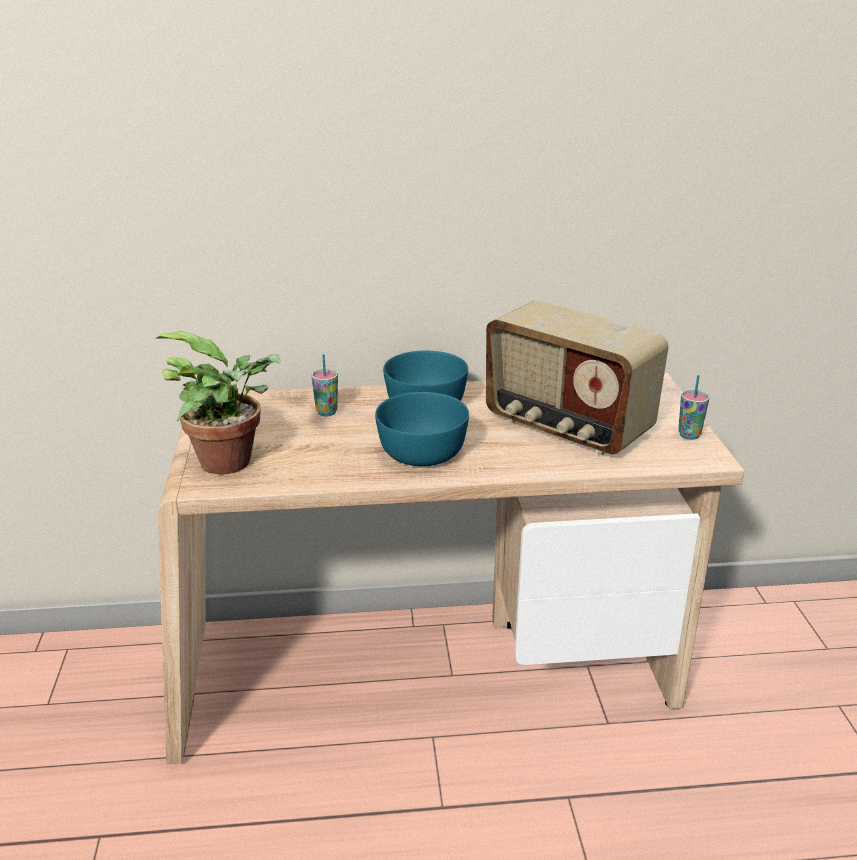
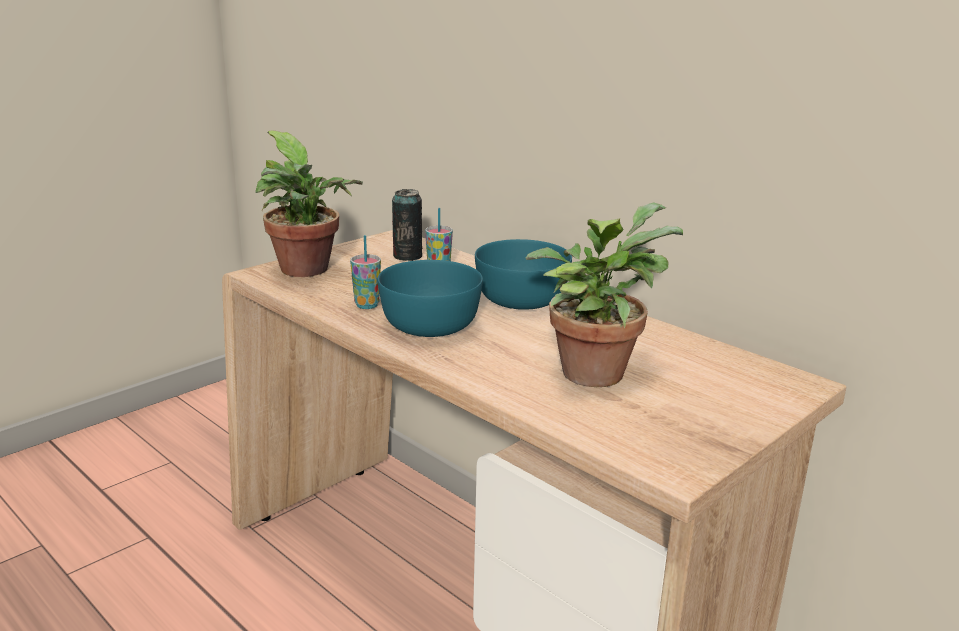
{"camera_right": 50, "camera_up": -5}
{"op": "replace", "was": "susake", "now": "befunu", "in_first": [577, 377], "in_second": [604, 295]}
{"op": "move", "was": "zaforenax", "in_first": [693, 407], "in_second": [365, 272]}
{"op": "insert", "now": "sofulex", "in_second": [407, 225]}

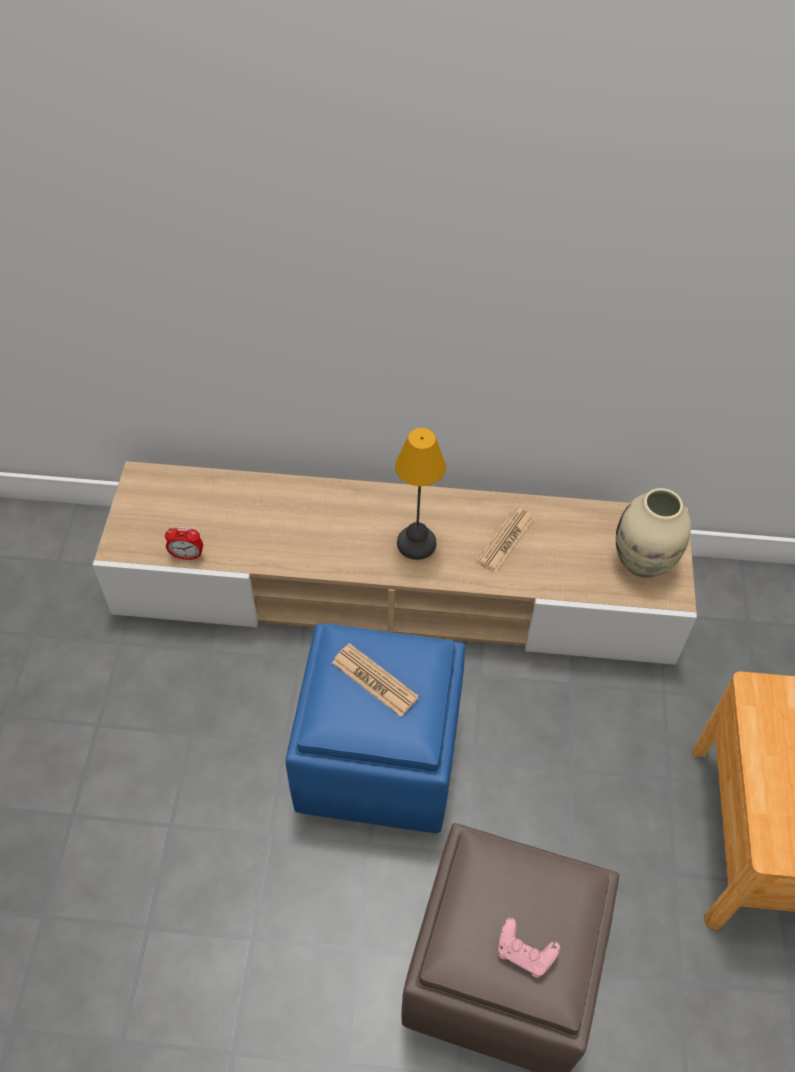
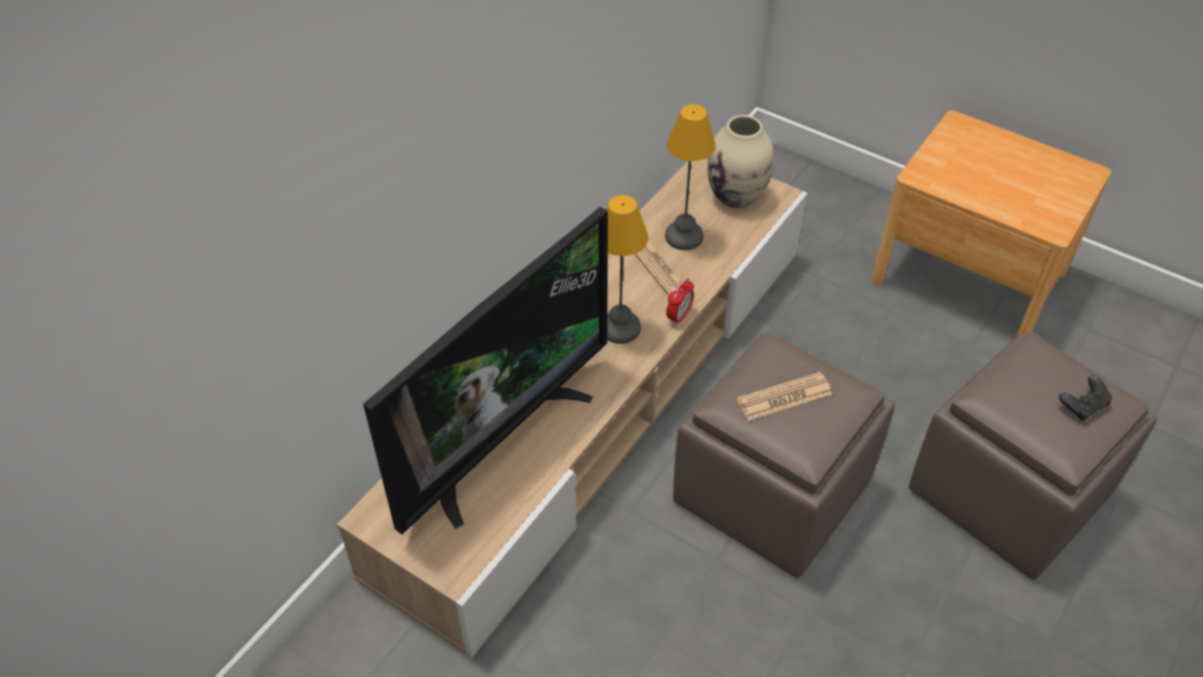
{"camera_right": -60, "camera_up": -5}
{"op": "move", "was": "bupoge", "in_first": [184, 543], "in_second": [680, 301]}
{"op": "recolor", "was": "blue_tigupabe", "now": "brown_tigupabe", "in_first": [375, 728], "in_second": [784, 455]}
{"op": "recolor", "was": "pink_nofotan", "now": "black_nofotan", "in_first": [529, 948], "in_second": [1085, 397]}
{"op": "insert", "now": "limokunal", "in_second": [690, 177]}
{"op": "insert", "now": "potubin", "in_second": [485, 370]}

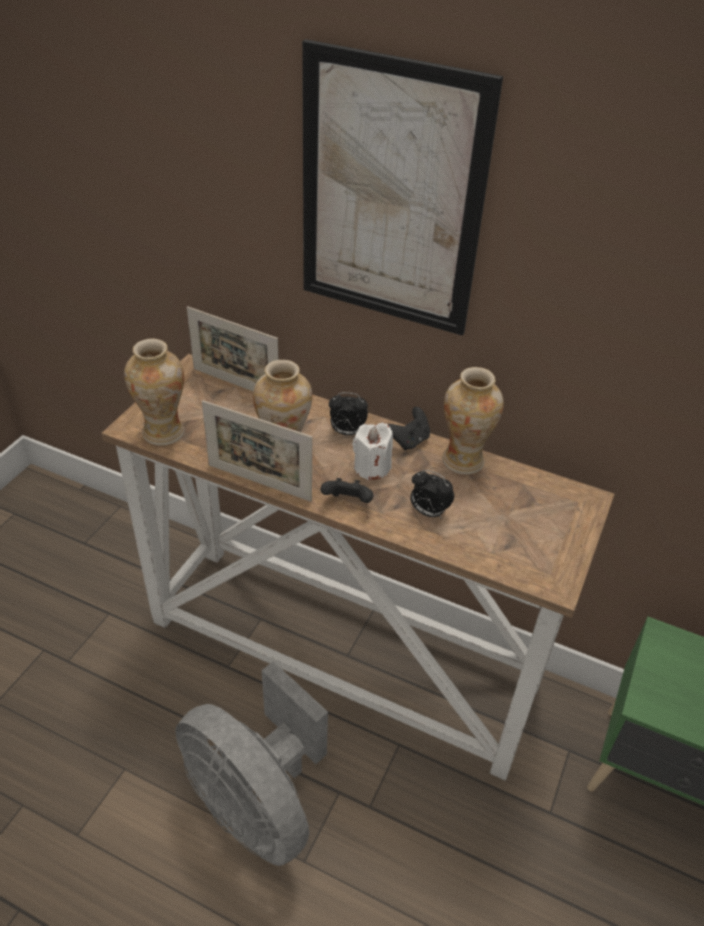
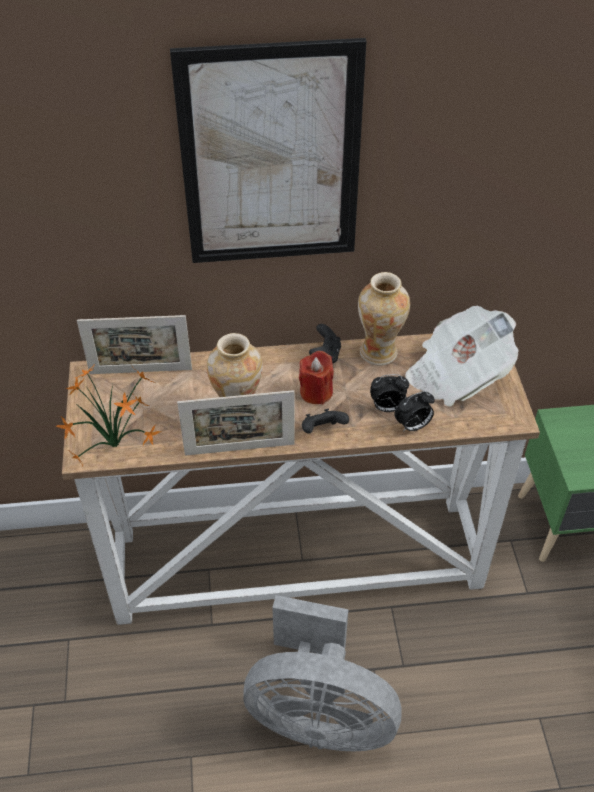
{"camera_right": -30, "camera_up": 5}
{"op": "replace", "was": "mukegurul", "now": "befunu", "in_first": [154, 392], "in_second": [108, 415]}
{"op": "move", "was": "bupoge", "in_first": [348, 413], "in_second": [414, 411]}
{"op": "recolor", "was": "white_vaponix", "now": "red_vaponix", "in_first": [372, 451], "in_second": [316, 378]}
{"op": "insert", "now": "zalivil", "in_second": [462, 356]}

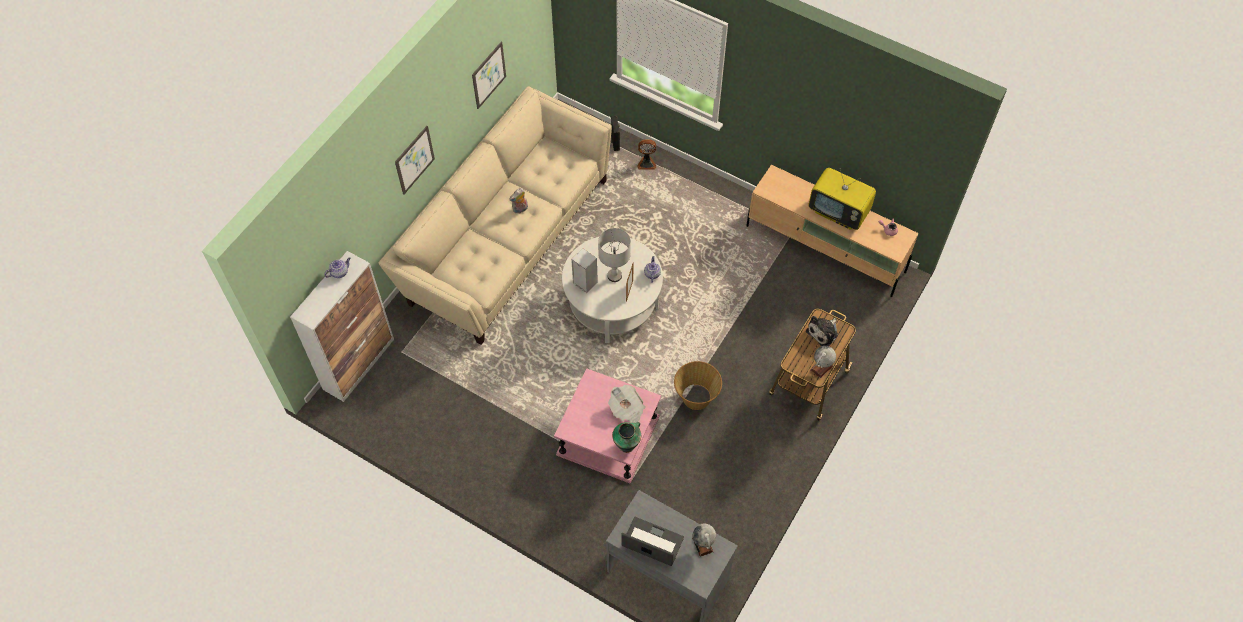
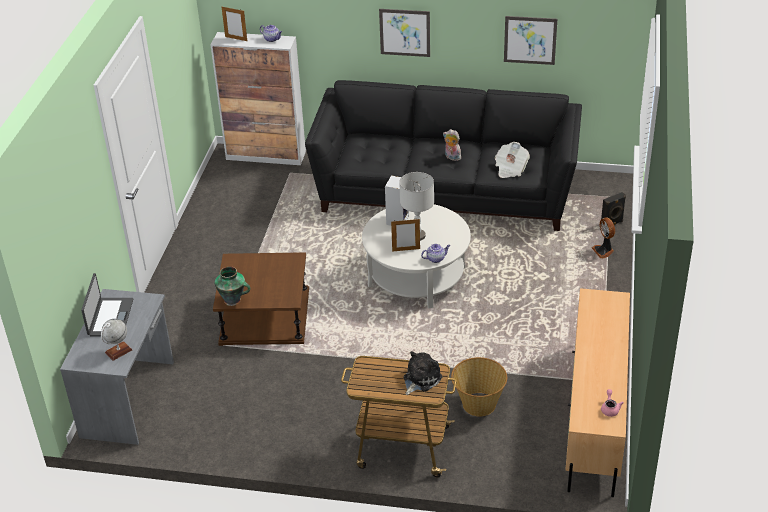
{"camera_right": 70, "camera_up": -20}
{"op": "recolor", "was": "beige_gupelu", "now": "black_gupelu", "in_first": [495, 215], "in_second": [443, 155]}
{"op": "delete", "was": "potubin", "in_first": [842, 199]}
{"op": "rotate", "was": "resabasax", "in_first": [822, 331], "in_second": [422, 373], "clockwise": 105}
{"op": "delete", "was": "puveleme", "in_first": [823, 362]}
{"op": "move", "was": "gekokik", "in_first": [698, 385], "in_second": [479, 386]}
{"op": "recolor", "was": "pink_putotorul", "now": "brown_putotorul", "in_first": [607, 425], "in_second": [261, 299]}
{"op": "move", "was": "zalivil", "in_first": [627, 404], "in_second": [512, 160]}
{"op": "insert", "now": "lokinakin", "in_second": [234, 24]}

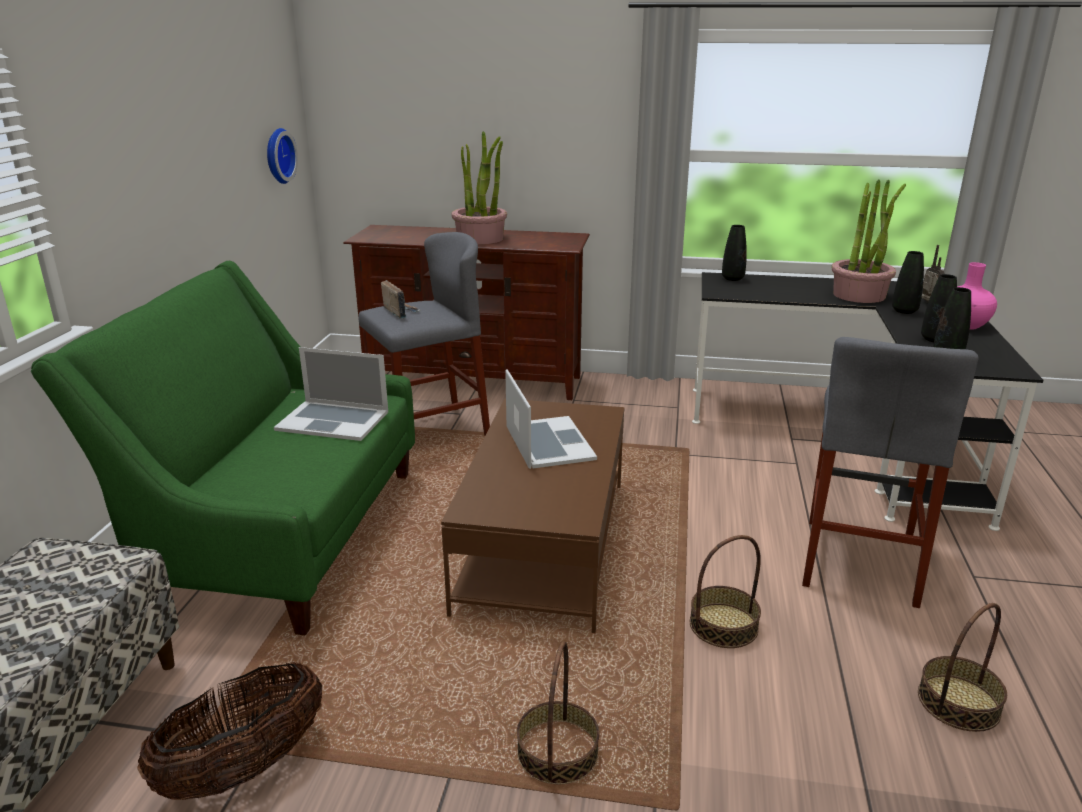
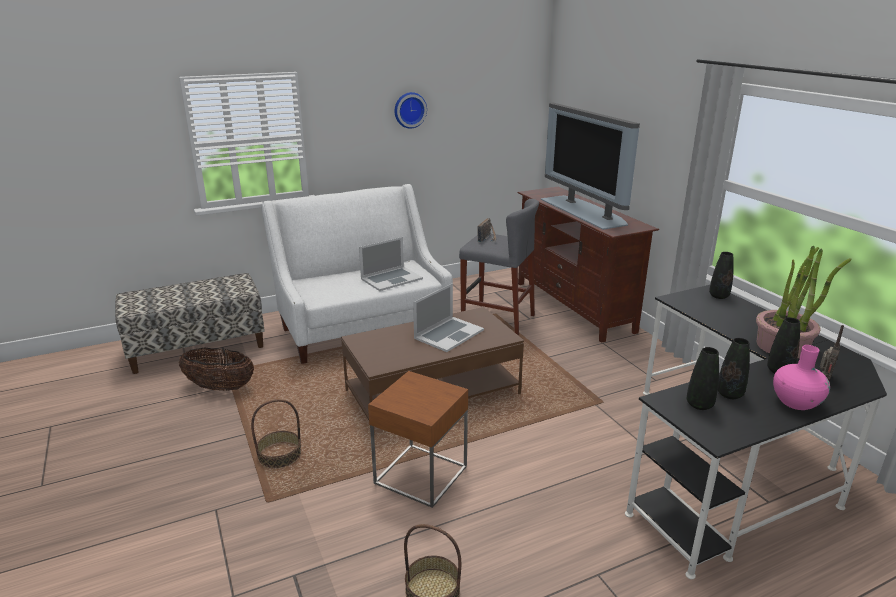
{"camera_right": 55, "camera_up": 0}
{"op": "move", "was": "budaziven", "in_first": [282, 156], "in_second": [411, 110]}
{"op": "replace", "was": "befunu", "now": "potubin", "in_first": [479, 187], "in_second": [590, 166]}
{"op": "recolor", "was": "green_gupelu", "now": "white_gupelu", "in_first": [223, 448], "in_second": [357, 274]}
{"op": "delete", "was": "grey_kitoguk", "in_first": [890, 472]}
{"op": "rotate", "was": "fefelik", "in_first": [331, 394], "in_second": [391, 264], "clockwise": -105}
{"op": "replace", "was": "gekokik", "now": "brown_putotorul", "in_first": [725, 591], "in_second": [418, 439]}

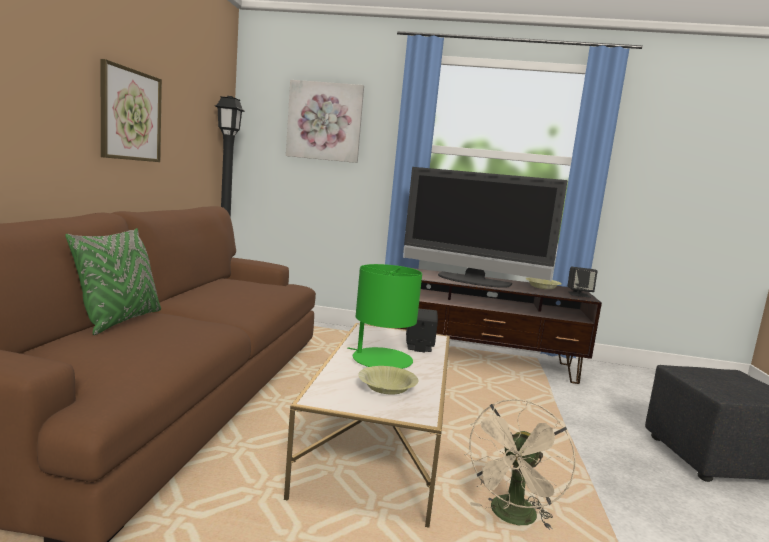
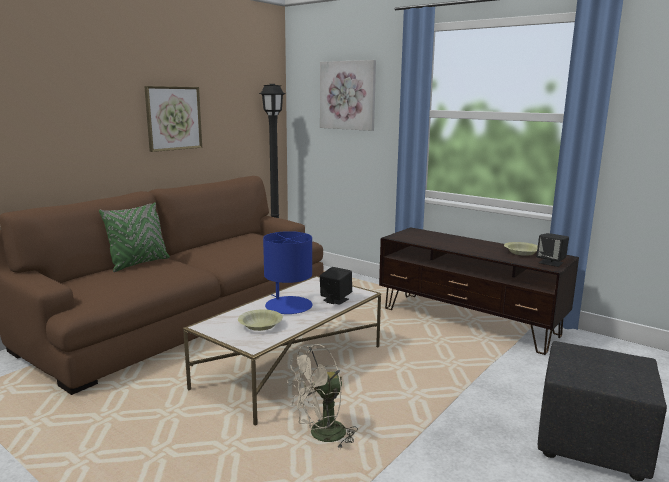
{"camera_right": 30, "camera_up": 5}
{"op": "delete", "was": "potubin", "in_first": [485, 227]}
{"op": "recolor", "was": "green_limokunal", "now": "blue_limokunal", "in_first": [384, 316], "in_second": [288, 272]}

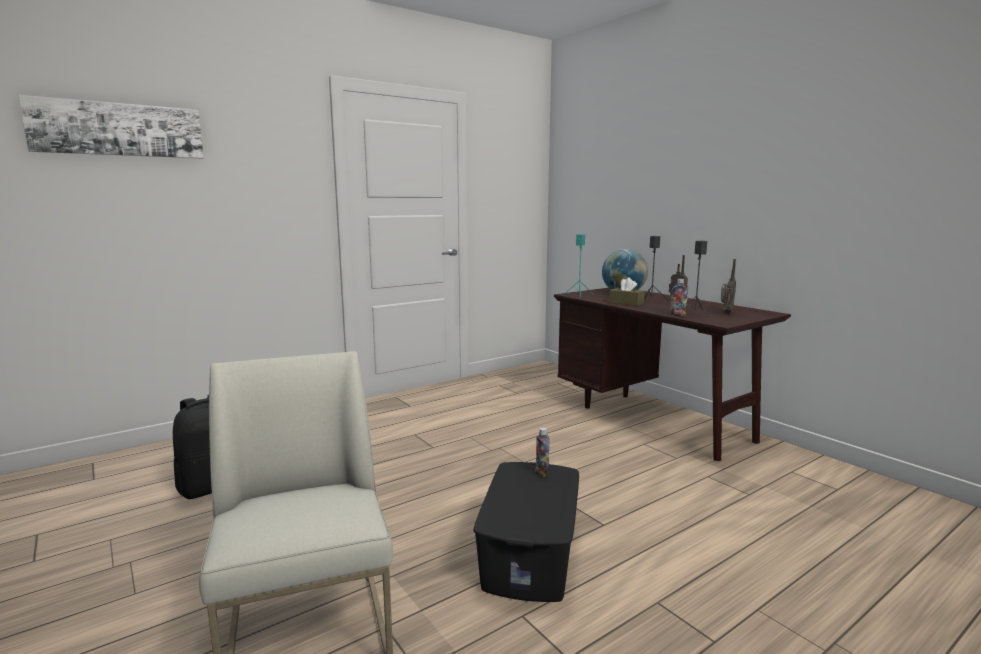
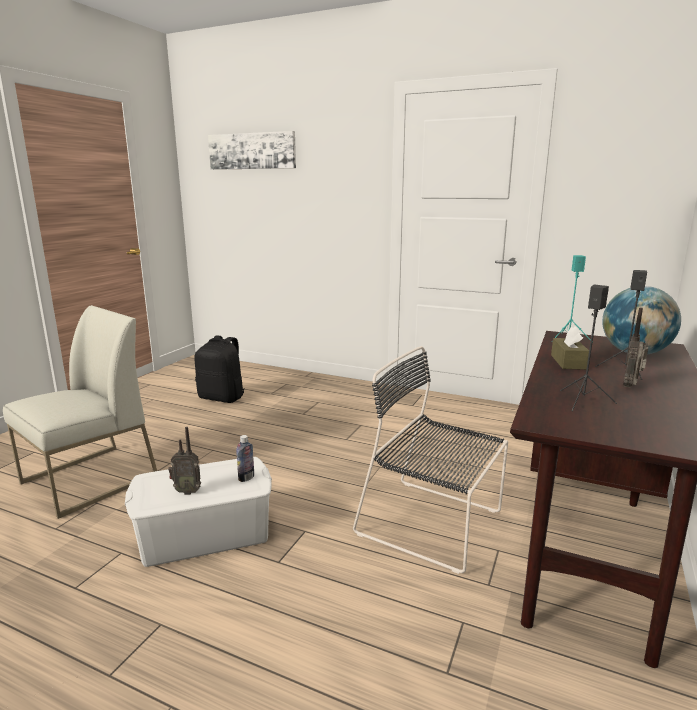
{"camera_right": 60, "camera_up": 5}
{"op": "move", "was": "susake", "in_first": [728, 286], "in_second": [184, 461]}
{"op": "delete", "was": "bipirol", "in_first": [679, 297]}
{"op": "recolor", "was": "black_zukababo", "now": "white_zukababo", "in_first": [526, 532], "in_second": [198, 512]}
{"op": "insert", "now": "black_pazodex", "in_second": [430, 460]}

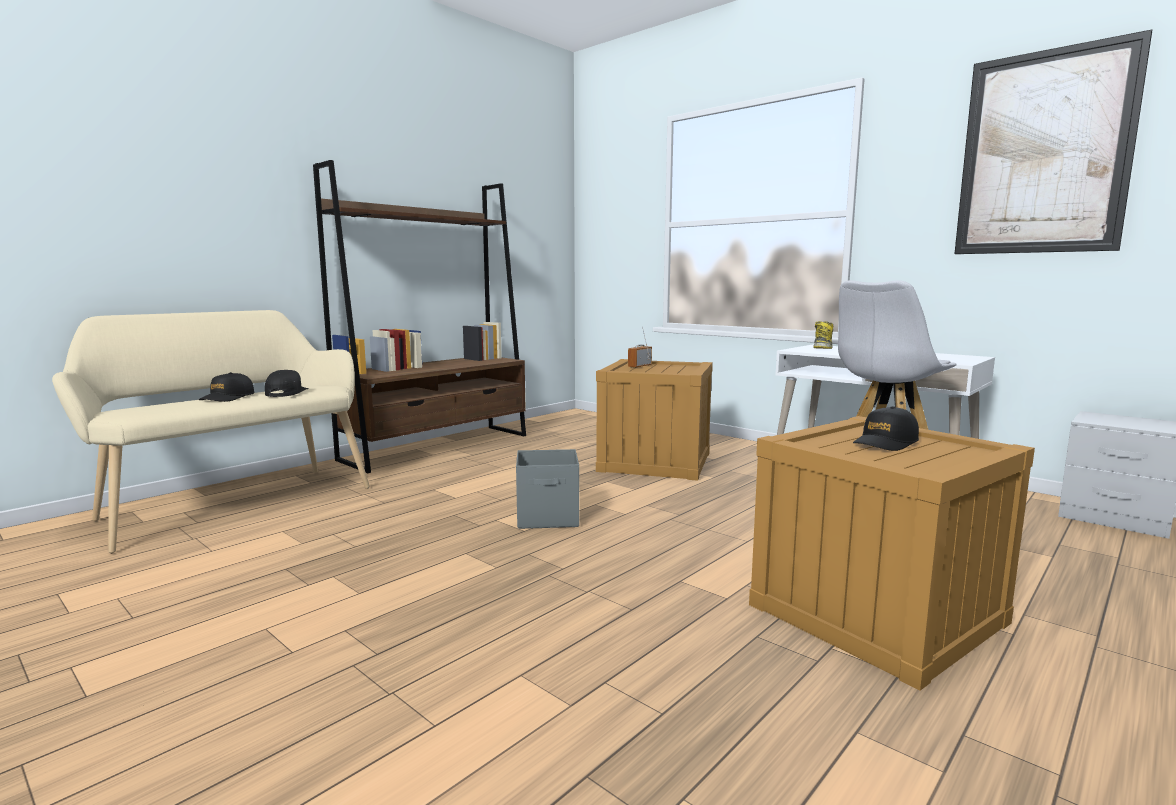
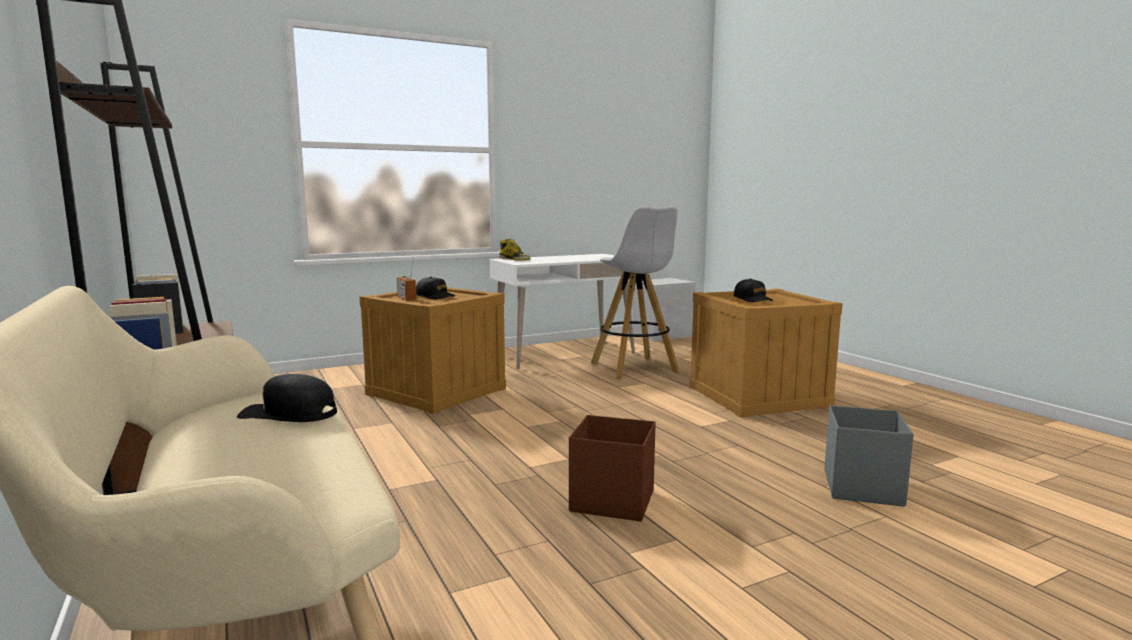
{"camera_right": -70, "camera_up": 0}
{"op": "delete", "was": "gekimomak", "in_first": [1053, 142]}
{"op": "move", "was": "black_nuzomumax", "in_first": [227, 387], "in_second": [436, 288]}
{"op": "move", "was": "grey_zukababo", "in_first": [547, 489], "in_second": [869, 456]}
{"op": "insert", "now": "brown_zukababo", "in_second": [612, 468]}

